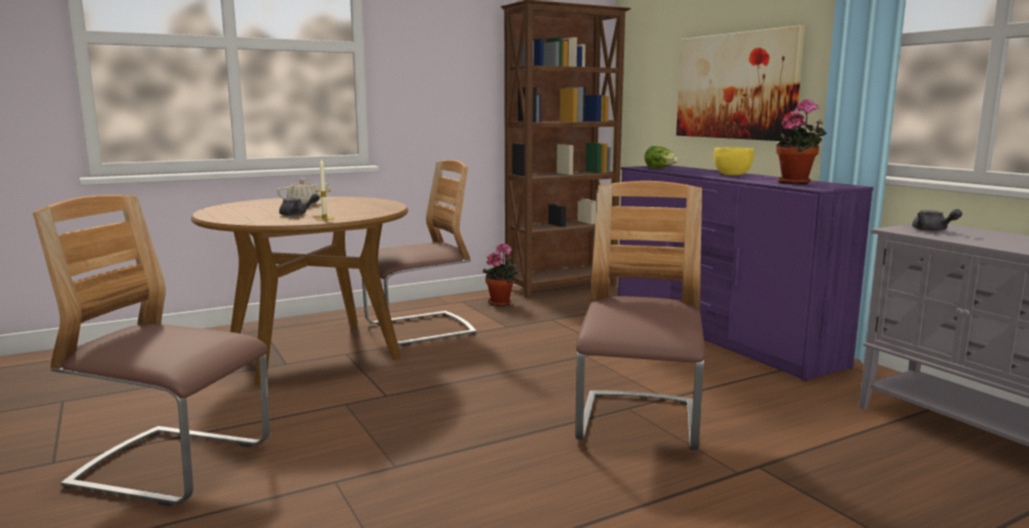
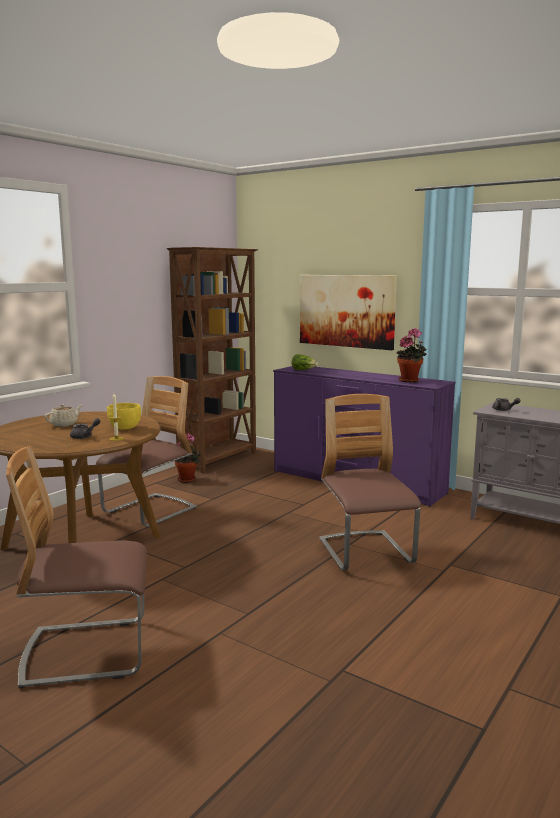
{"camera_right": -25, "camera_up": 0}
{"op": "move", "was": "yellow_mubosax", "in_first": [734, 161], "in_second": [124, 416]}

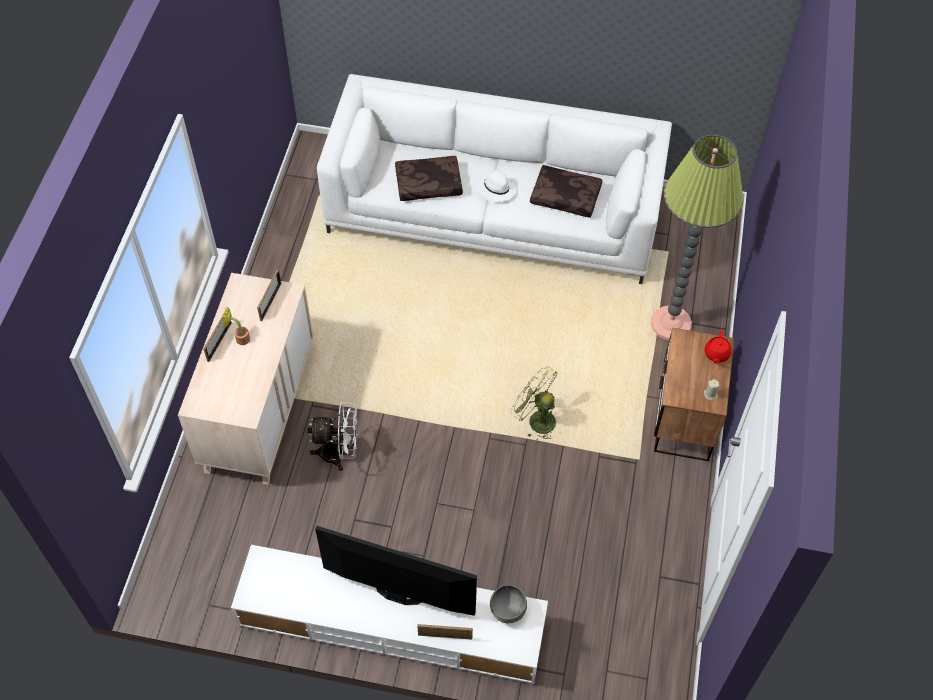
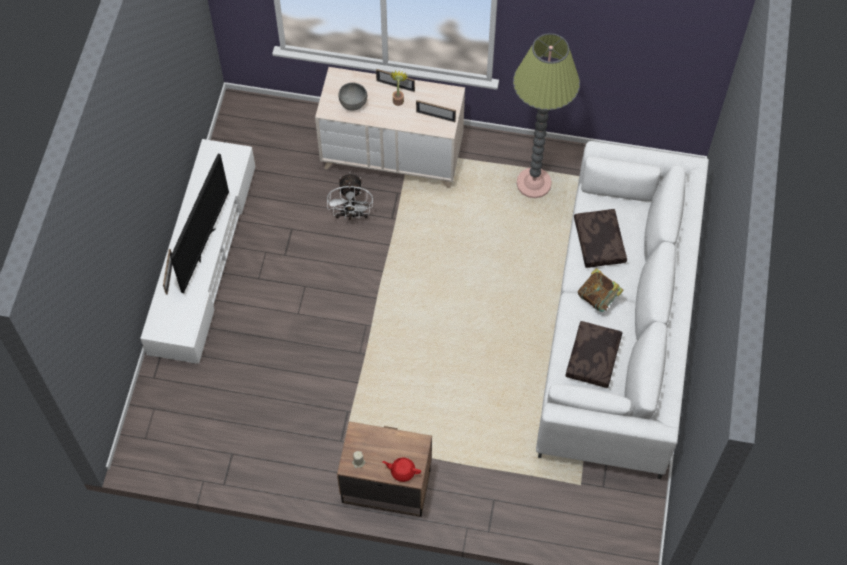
{"camera_right": 90, "camera_up": 5}
{"op": "move", "was": "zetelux", "in_first": [697, 237], "in_second": [546, 115]}
{"op": "replace", "was": "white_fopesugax", "now": "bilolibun", "in_first": [496, 186], "in_second": [601, 290]}
{"op": "delete", "was": "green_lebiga", "in_first": [534, 404]}
{"op": "move", "was": "grey_mubosax", "in_first": [508, 604], "in_second": [352, 97]}

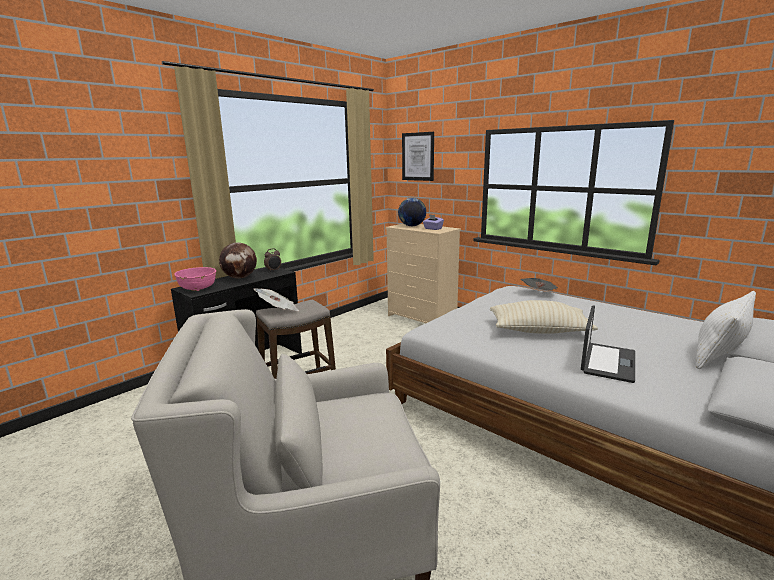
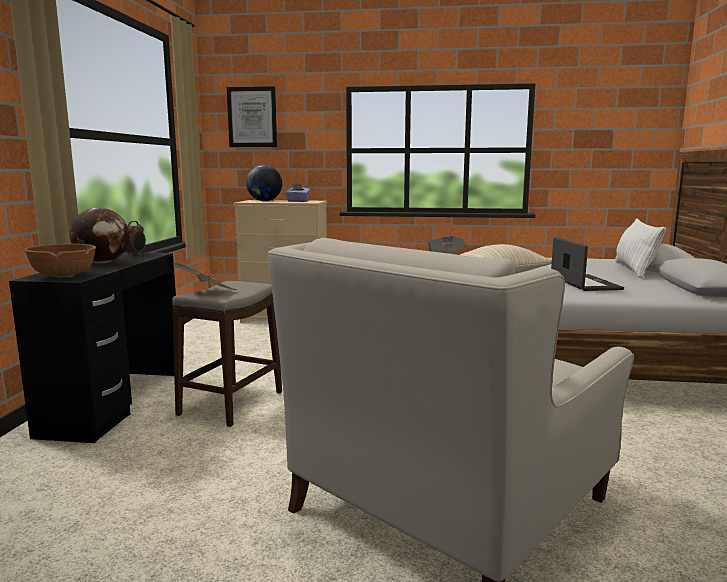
{"camera_right": -35, "camera_up": -5}
{"op": "recolor", "was": "pink_mubosax", "now": "brown_mubosax", "in_first": [195, 279], "in_second": [60, 261]}

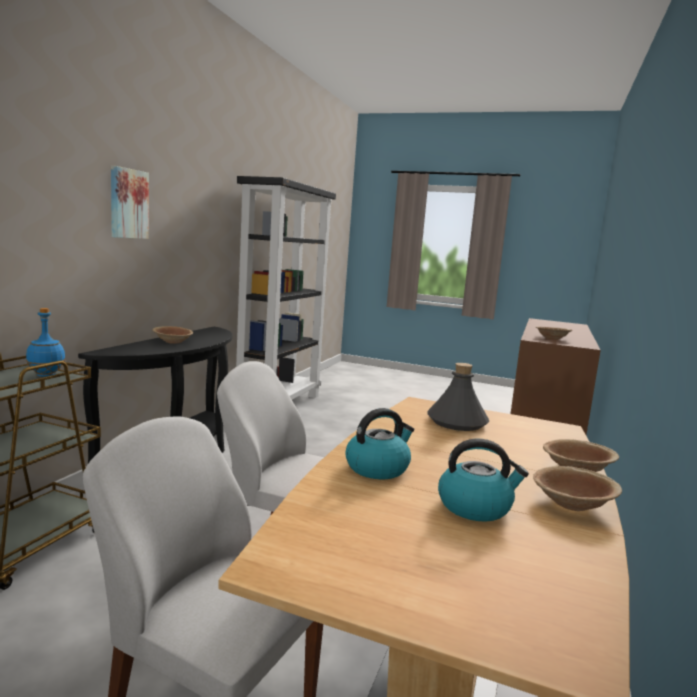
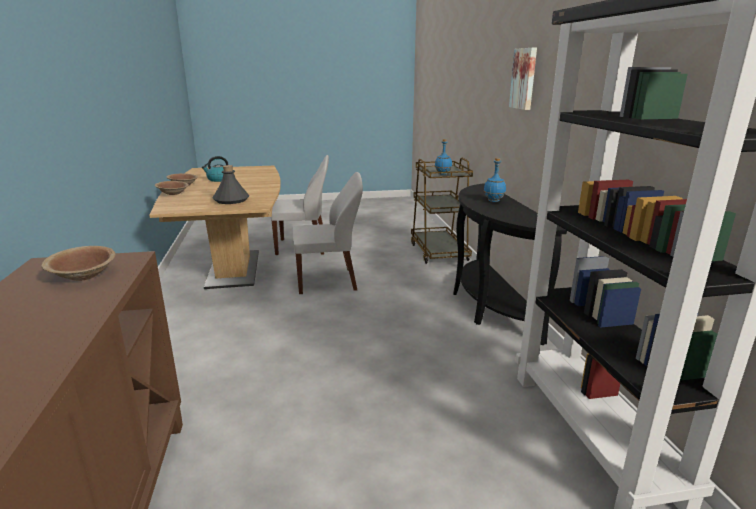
{"camera_right": 150, "camera_up": 10}
{"op": "replace", "was": "brown_mubosax", "now": "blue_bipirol", "in_first": [172, 335], "in_second": [495, 180]}
{"op": "delete", "was": "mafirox", "in_first": [379, 443]}

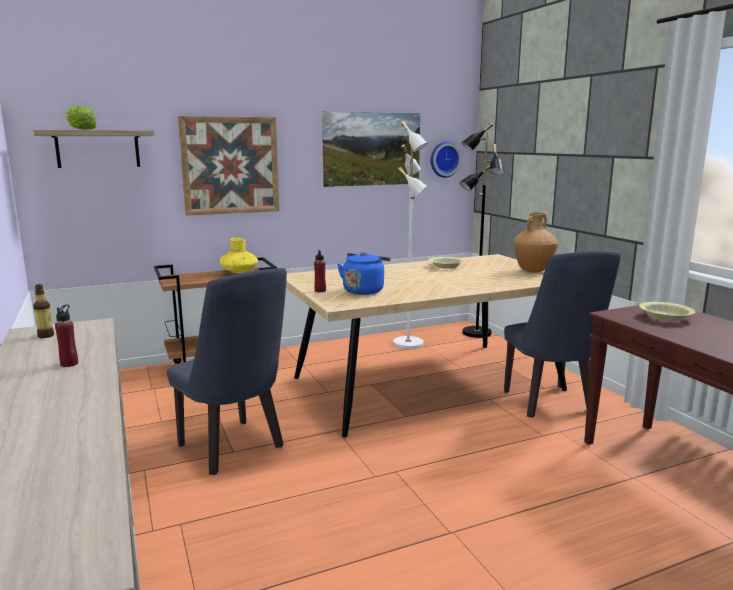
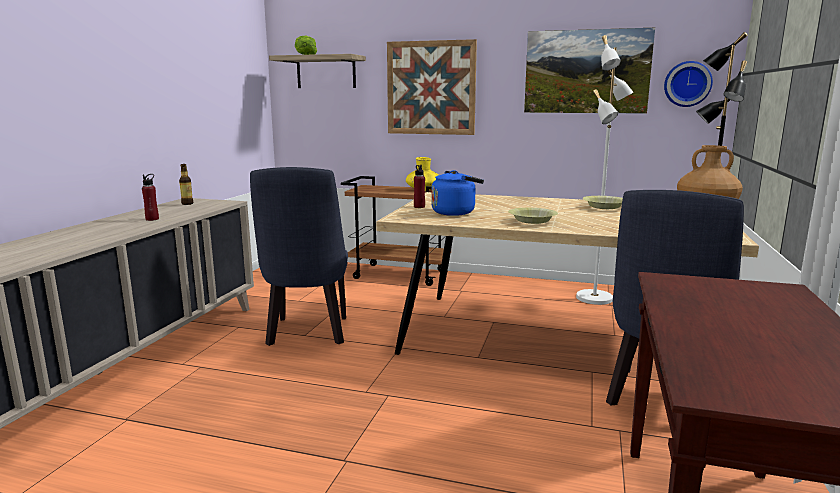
{"camera_right": 40, "camera_up": 0}
{"op": "move", "was": "yellow_mubosax", "in_first": [667, 311], "in_second": [533, 216]}

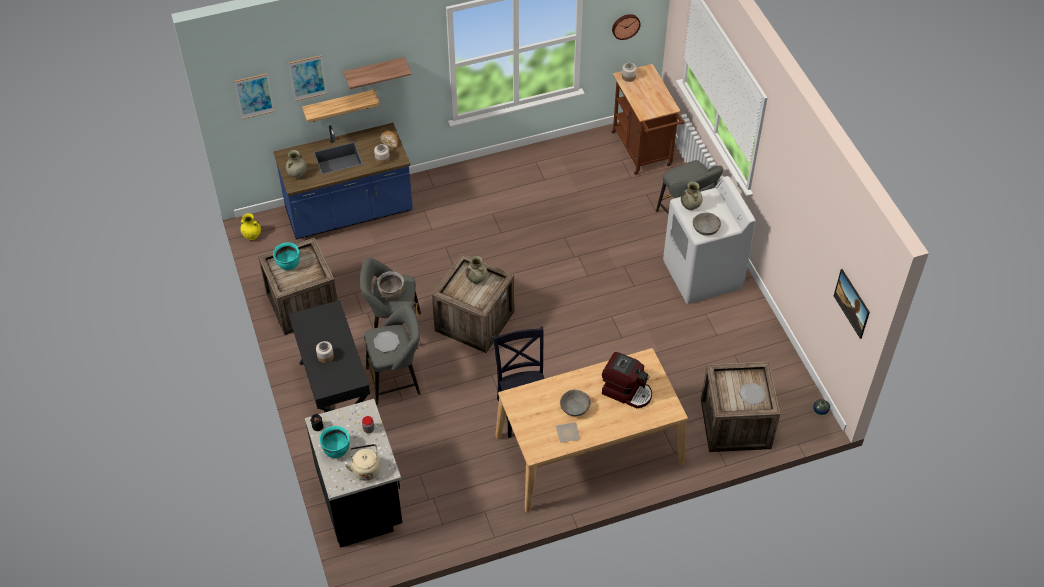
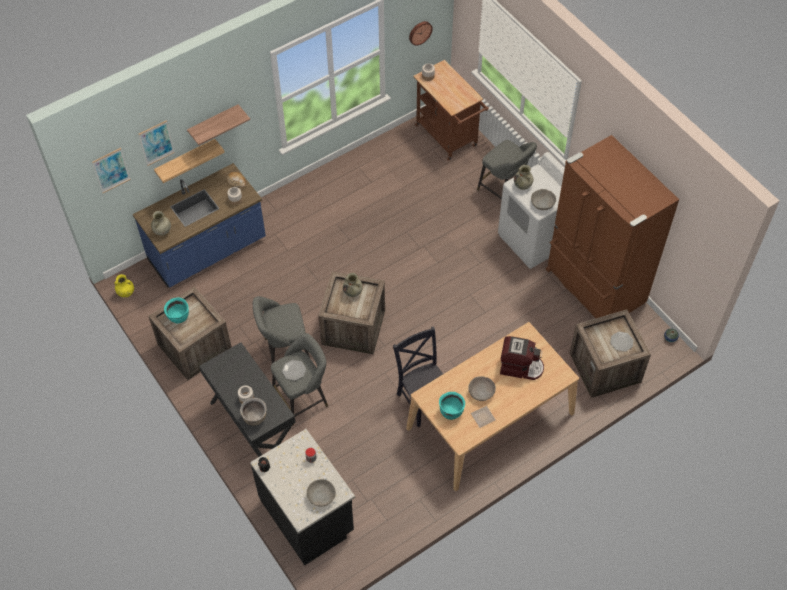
{"camera_right": -15, "camera_up": 5}
{"op": "delete", "was": "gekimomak", "in_first": [852, 304]}
{"op": "move", "was": "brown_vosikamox", "in_first": [390, 285], "in_second": [253, 412]}
{"op": "move", "was": "turquoise_vosikamox", "in_first": [335, 442], "in_second": [452, 406]}
{"op": "replace", "was": "beige_mafirox", "now": "grey_mubosax", "in_first": [362, 462], "in_second": [321, 493]}
{"op": "insert", "now": "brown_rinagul", "in_second": [612, 226]}

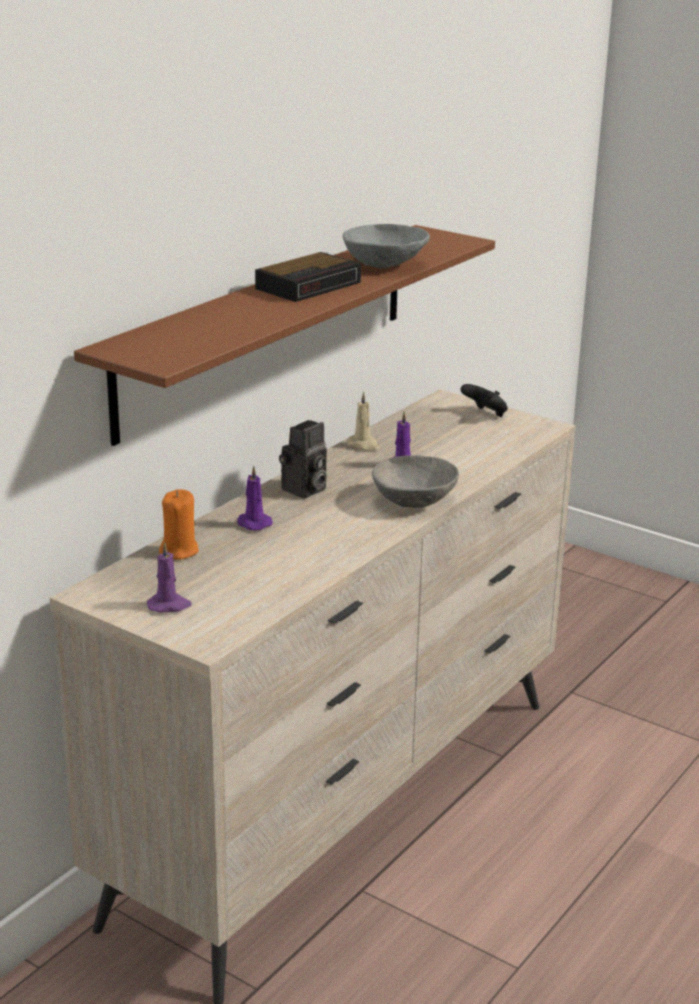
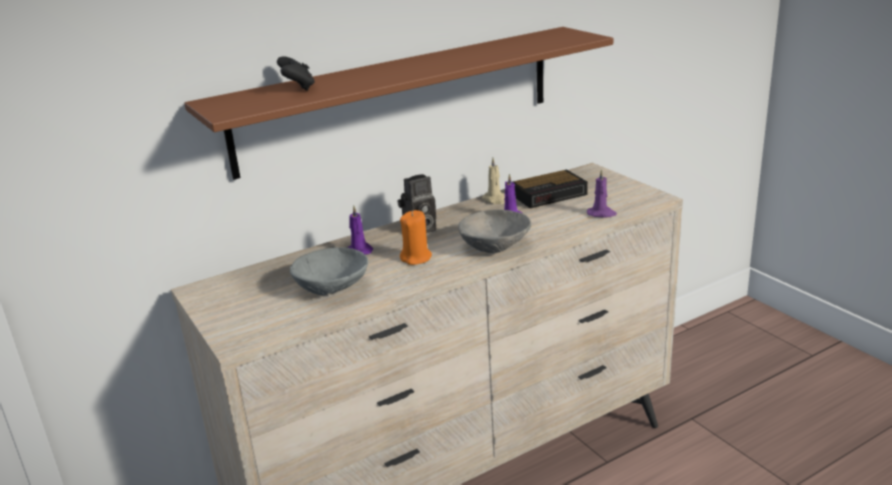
{"camera_right": 25, "camera_up": 0}
{"op": "move", "was": "grey_mubosax", "in_first": [386, 246], "in_second": [329, 271]}
{"op": "move", "was": "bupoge", "in_first": [308, 277], "in_second": [550, 188]}
{"op": "move", "was": "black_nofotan", "in_first": [484, 400], "in_second": [296, 73]}
{"op": "move", "was": "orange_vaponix", "in_first": [179, 524], "in_second": [416, 237]}
{"op": "move", "was": "purple_vaponix", "in_first": [169, 577], "in_second": [602, 193]}

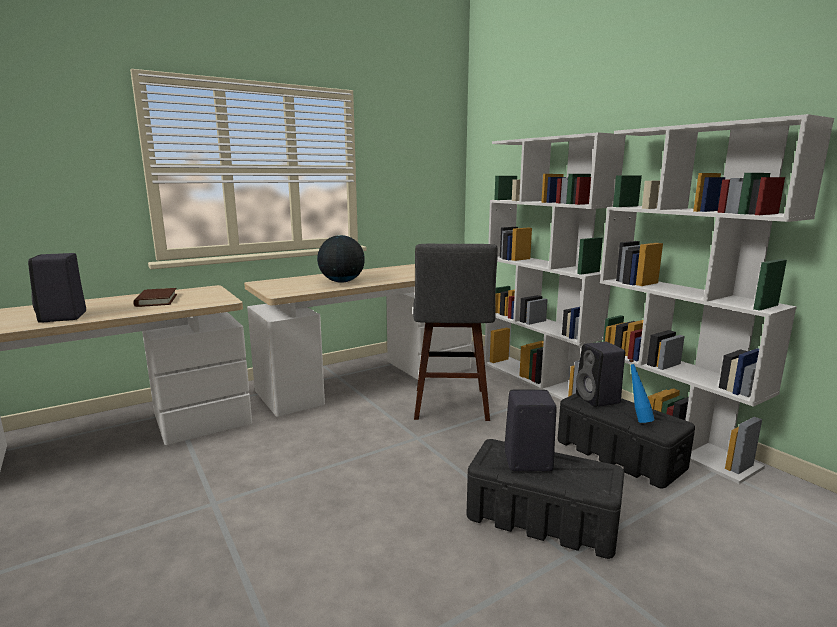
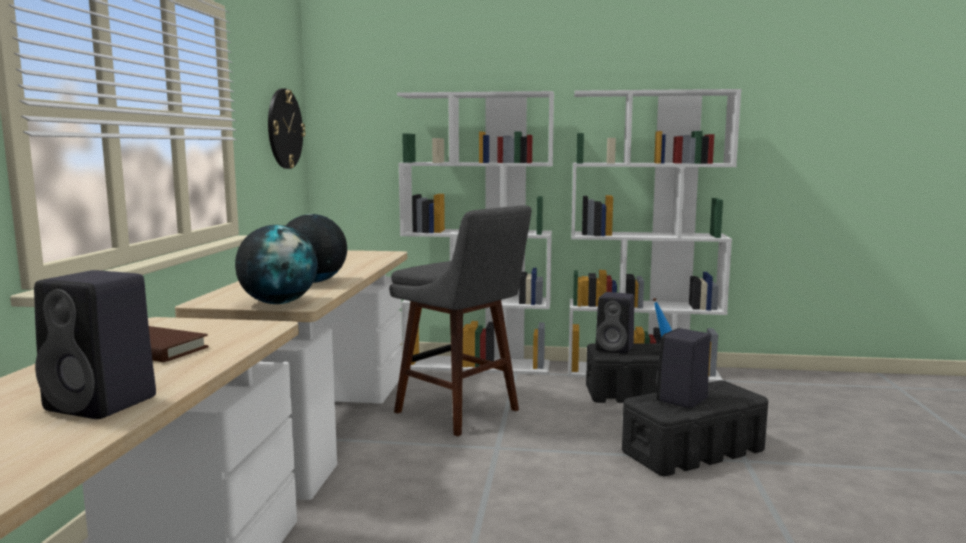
{"camera_right": -50, "camera_up": -5}
{"op": "insert", "now": "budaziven", "in_second": [286, 129]}
{"op": "insert", "now": "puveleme", "in_second": [276, 264]}

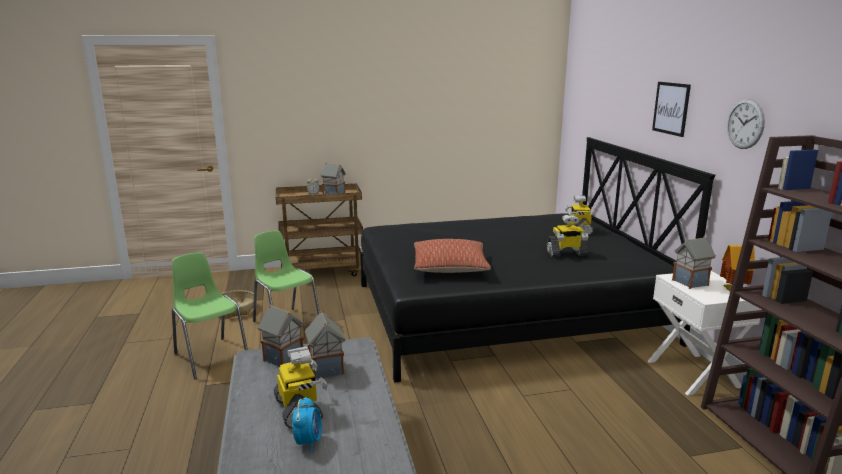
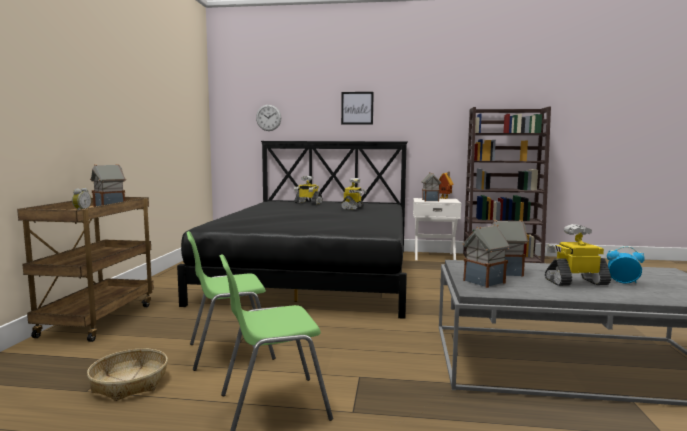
{"camera_right": -70, "camera_up": -10}
{"op": "move", "was": "budaziven", "in_first": [746, 124], "in_second": [268, 118]}
{"op": "delete", "was": "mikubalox", "in_first": [452, 256]}

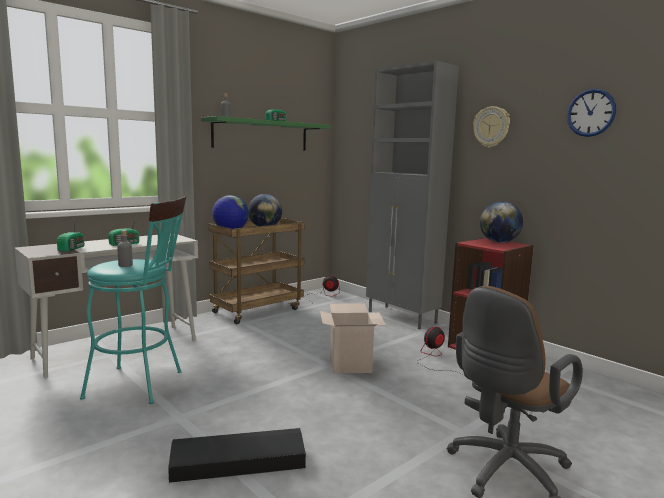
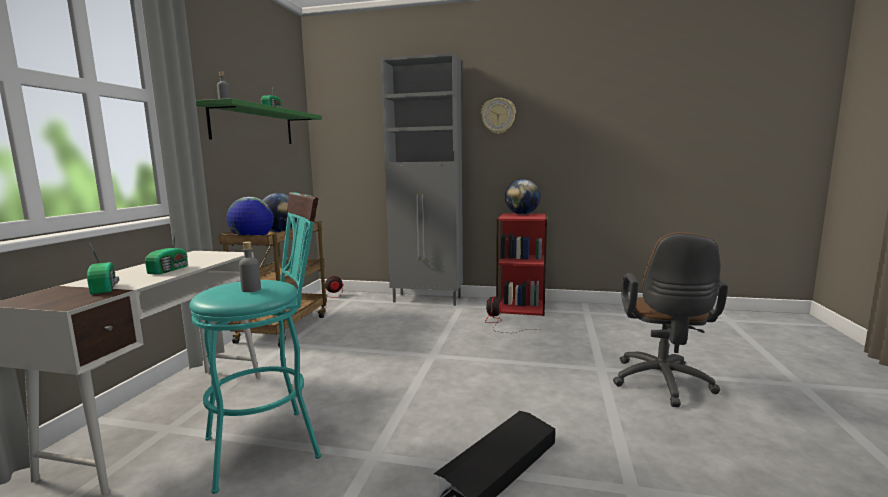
{"camera_right": -35, "camera_up": 0}
{"op": "delete", "was": "budaziven", "in_first": [591, 113]}
{"op": "delete", "was": "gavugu", "in_first": [353, 339]}

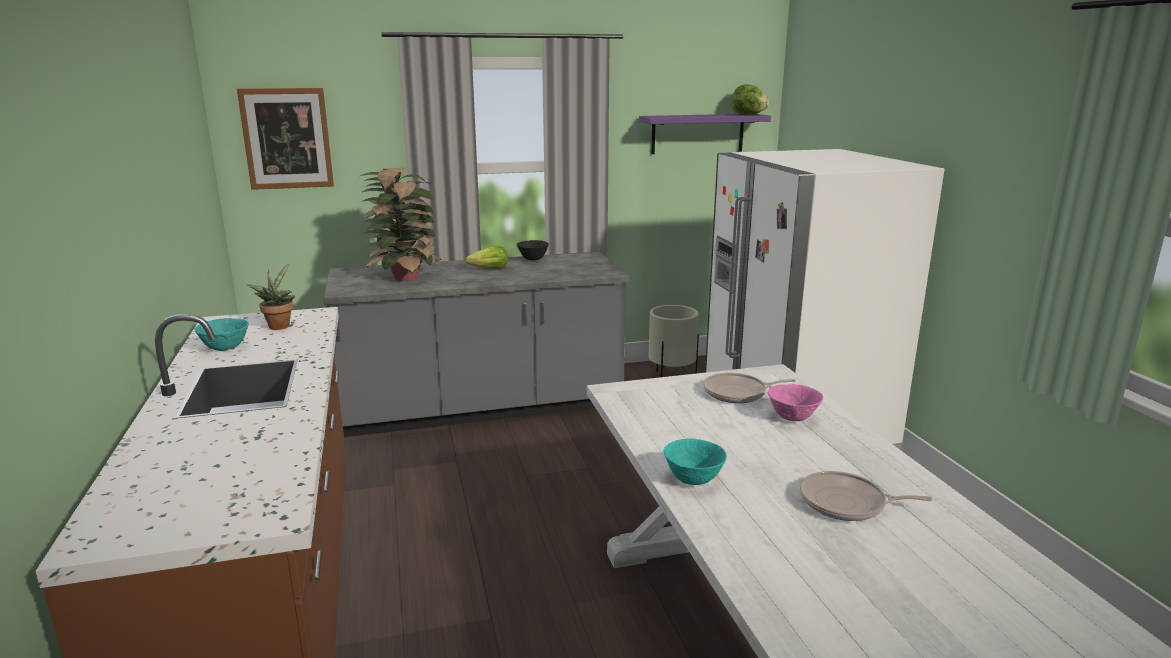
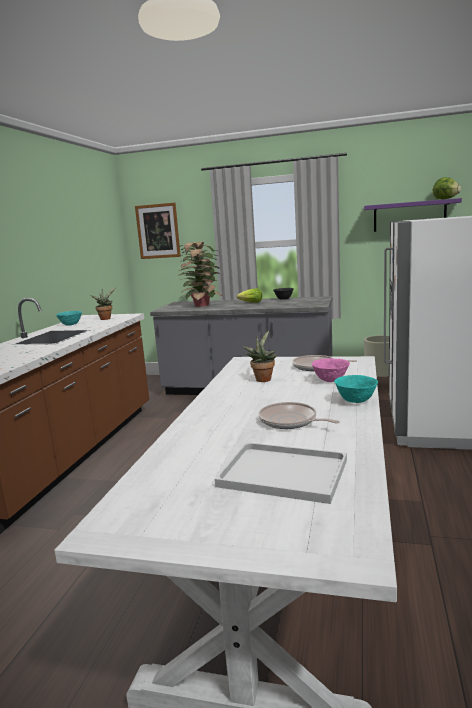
{"camera_right": 30, "camera_up": -5}
{"op": "move", "was": "turquoise_mubosax", "in_first": [695, 461], "in_second": [356, 389]}
{"op": "insert", "now": "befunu", "in_second": [260, 356]}
{"op": "insert", "now": "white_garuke", "in_second": [281, 473]}

